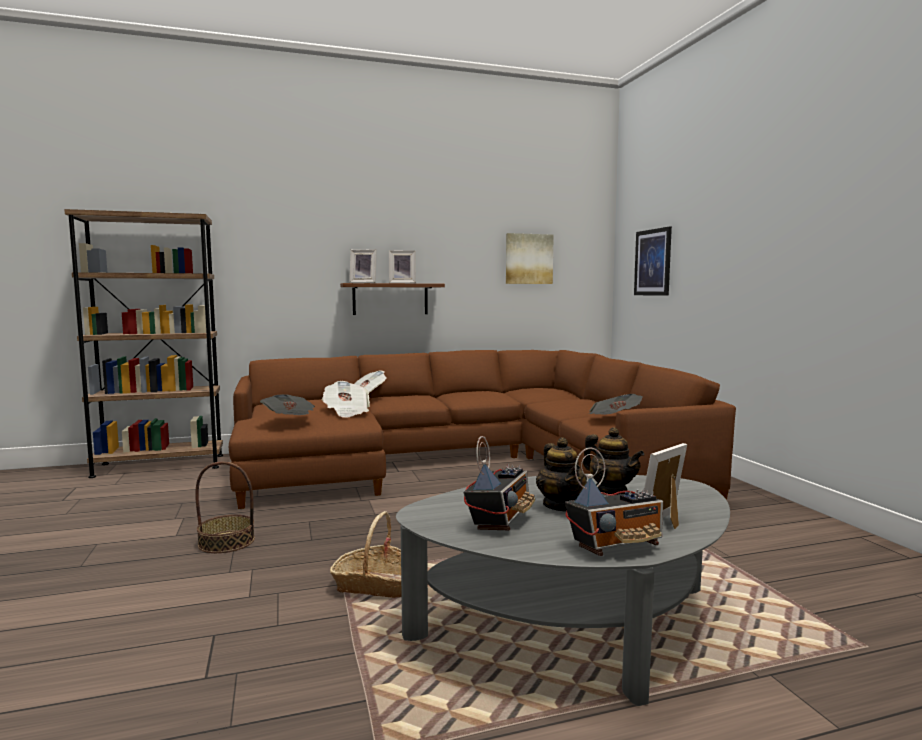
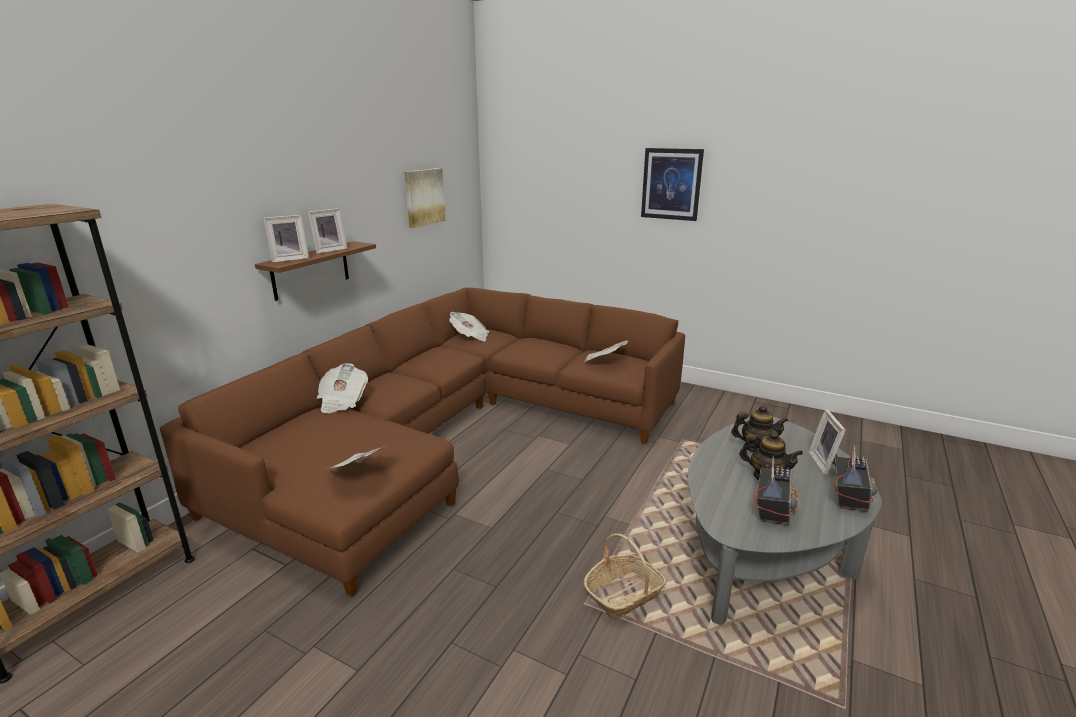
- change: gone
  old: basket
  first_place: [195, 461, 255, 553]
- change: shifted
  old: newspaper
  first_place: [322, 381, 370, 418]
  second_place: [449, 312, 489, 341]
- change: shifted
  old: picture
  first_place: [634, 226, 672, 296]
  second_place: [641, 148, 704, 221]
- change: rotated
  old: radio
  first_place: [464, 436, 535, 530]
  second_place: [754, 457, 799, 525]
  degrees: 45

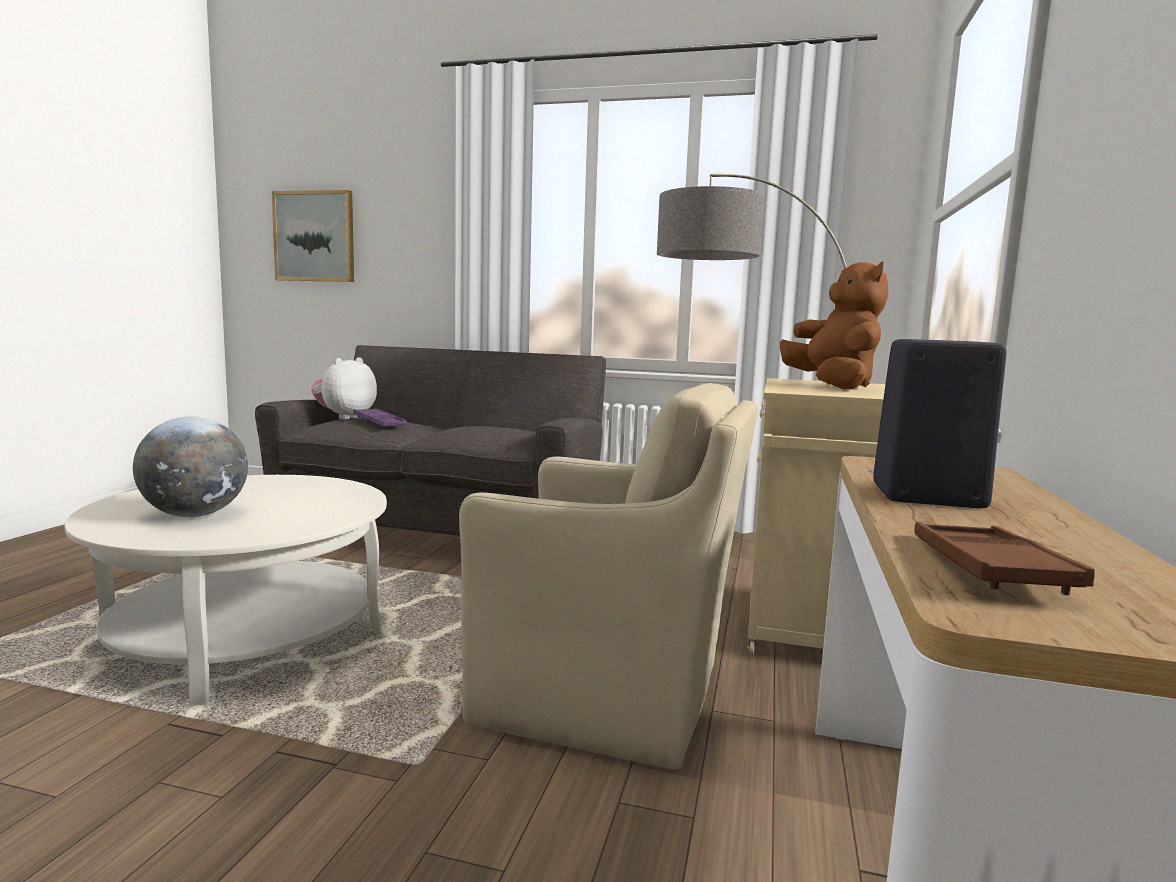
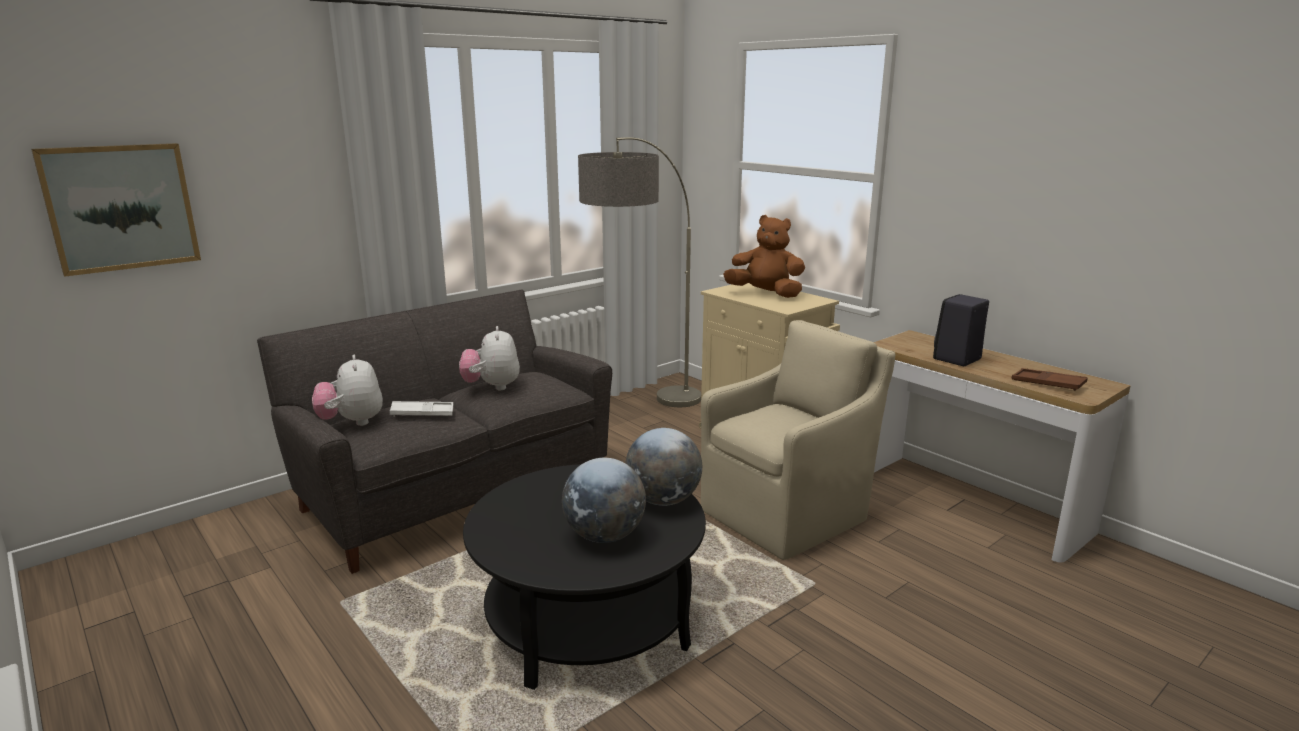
- change: new
  new: plush toy
  second_place: [459, 326, 520, 390]
- change: new
  new: globe
  second_place: [625, 428, 702, 506]
- change: repainted
  old: coffee table/white
  new: coffee table/black
  first_place: [65, 475, 387, 705]
  second_place: [463, 464, 706, 690]
- change: repainted
  old: tray/purple
  new: tray/white
  first_place: [353, 408, 407, 426]
  second_place: [390, 401, 453, 417]

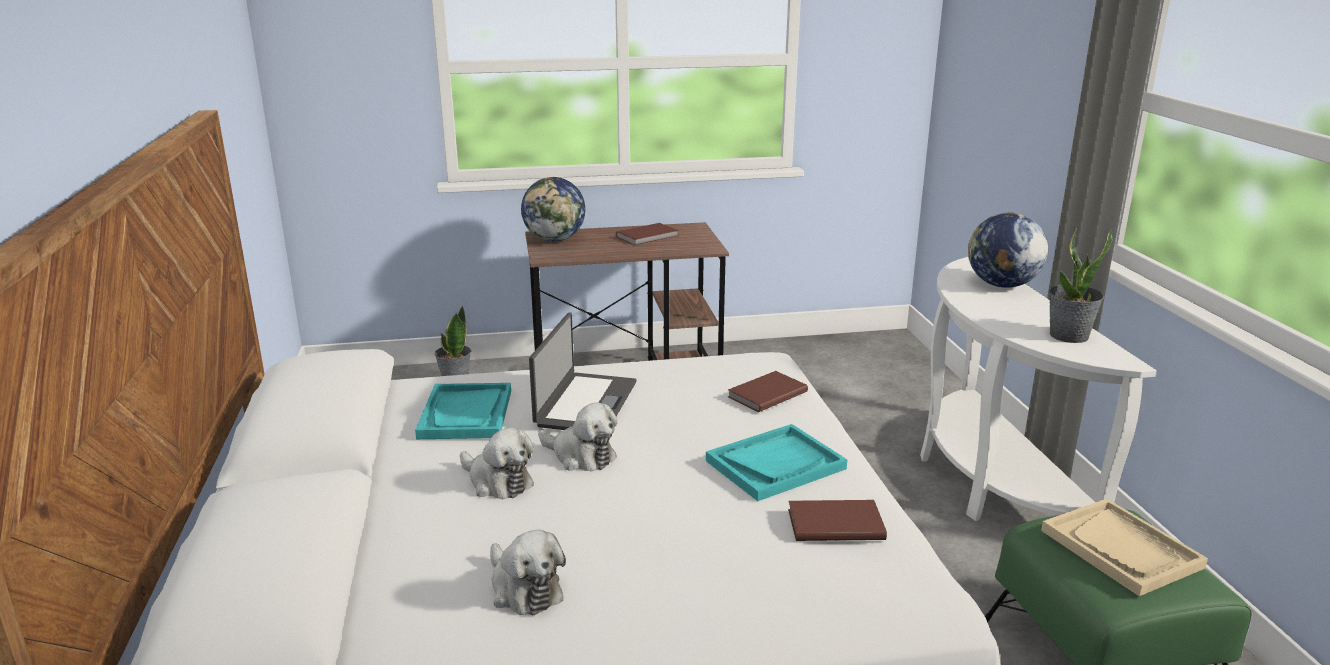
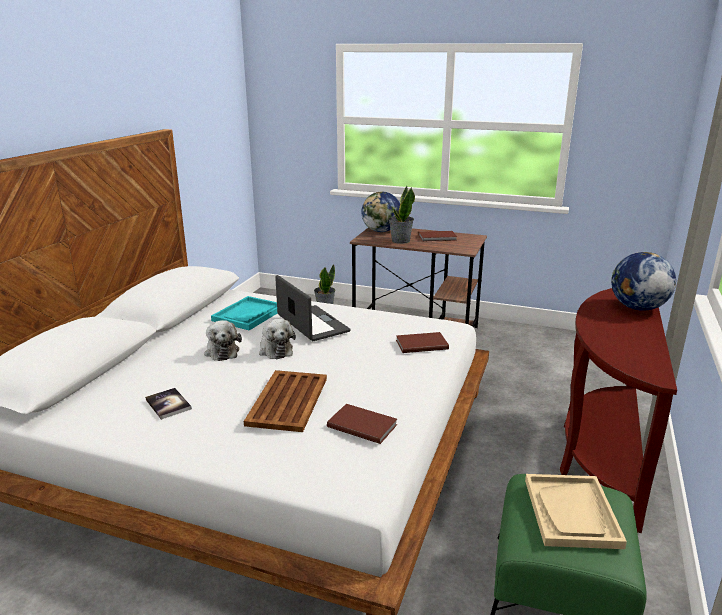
- change: gone
  old: tray/turquoise
  first_place: [706, 424, 847, 501]
- change: new
  new: tray/brown
  second_place: [244, 370, 327, 432]
- change: shifted
  old: potted plant
  first_place: [1049, 225, 1113, 343]
  second_place: [388, 186, 415, 244]
- change: swapped
  old: plush toy
  new: book
  first_place: [490, 530, 566, 616]
  second_place: [145, 388, 192, 420]
- change: repainted
  old: console table/white
  new: console table/brown
  first_place: [920, 257, 1156, 521]
  second_place: [560, 288, 677, 533]
- change: rotated
  old: laptop
  first_place: [529, 313, 637, 430]
  second_place: [275, 275, 351, 341]
  degrees: -75

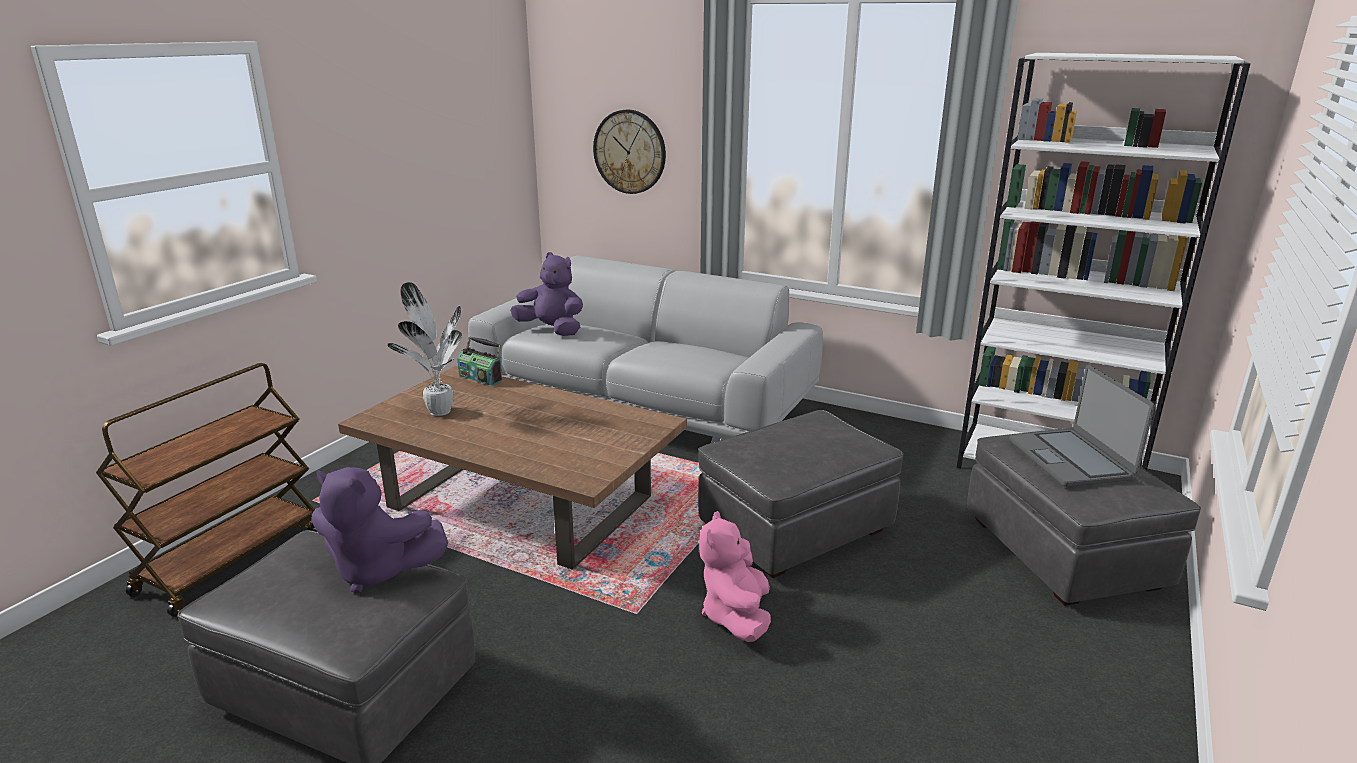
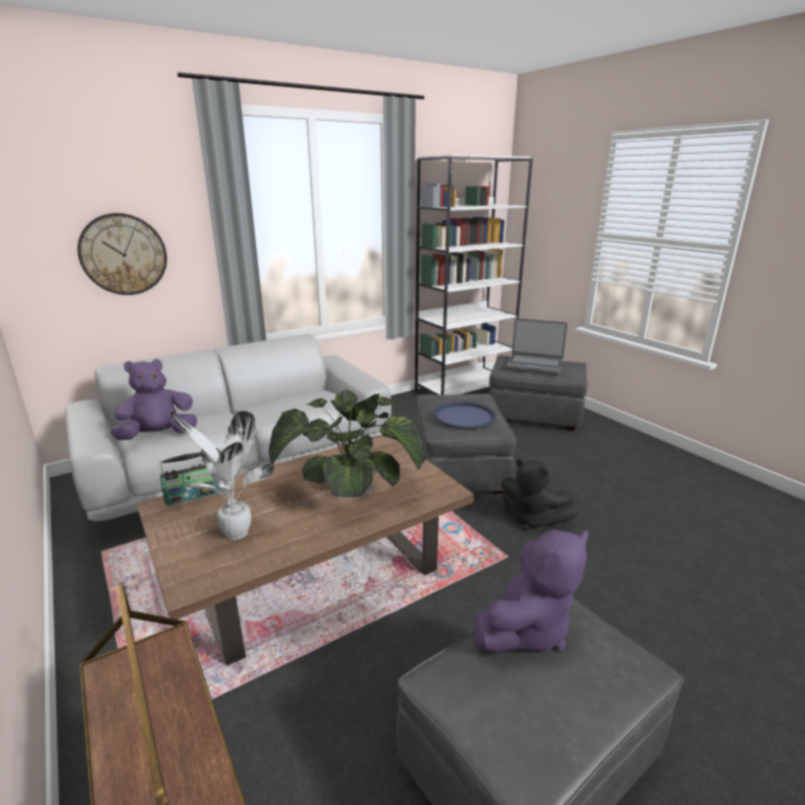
- change: new
  new: potted plant
  second_place: [269, 390, 426, 498]
- change: new
  new: tray/blue
  second_place: [434, 401, 496, 429]
- change: repainted
  old: plush toy/pink
  new: plush toy/black
  first_place: [699, 511, 771, 642]
  second_place: [501, 458, 579, 530]

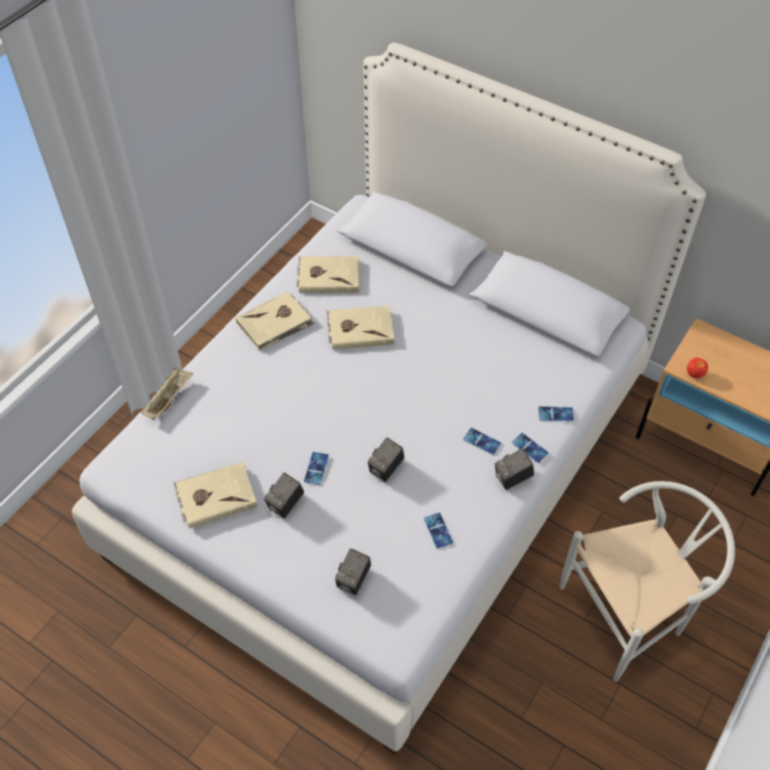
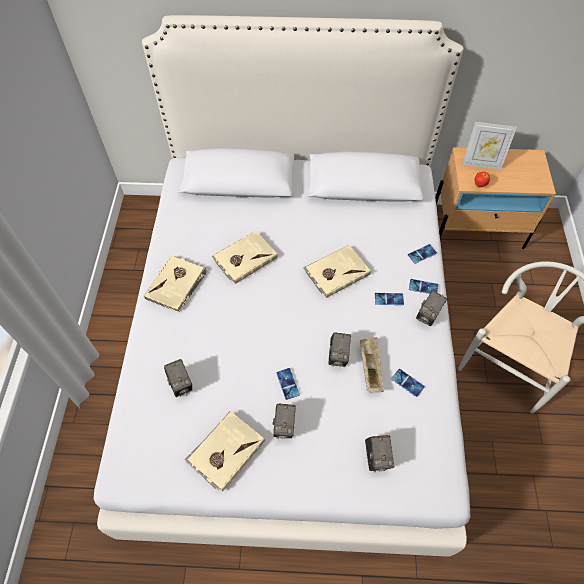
- change: new
  new: photo camera
  second_place: [164, 359, 192, 397]
- change: new
  new: picture frame
  second_place: [462, 122, 517, 170]
- change: shifted
  old: tray/beige
  first_place: [141, 367, 194, 420]
  second_place: [360, 337, 384, 392]
- change: shifted
  old: book/beige
  first_place: [297, 256, 360, 293]
  second_place: [303, 245, 371, 298]

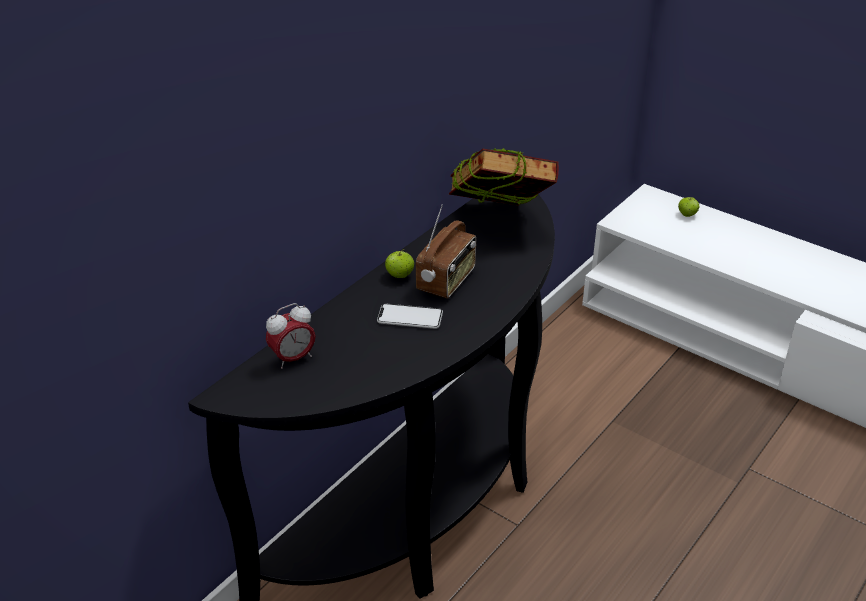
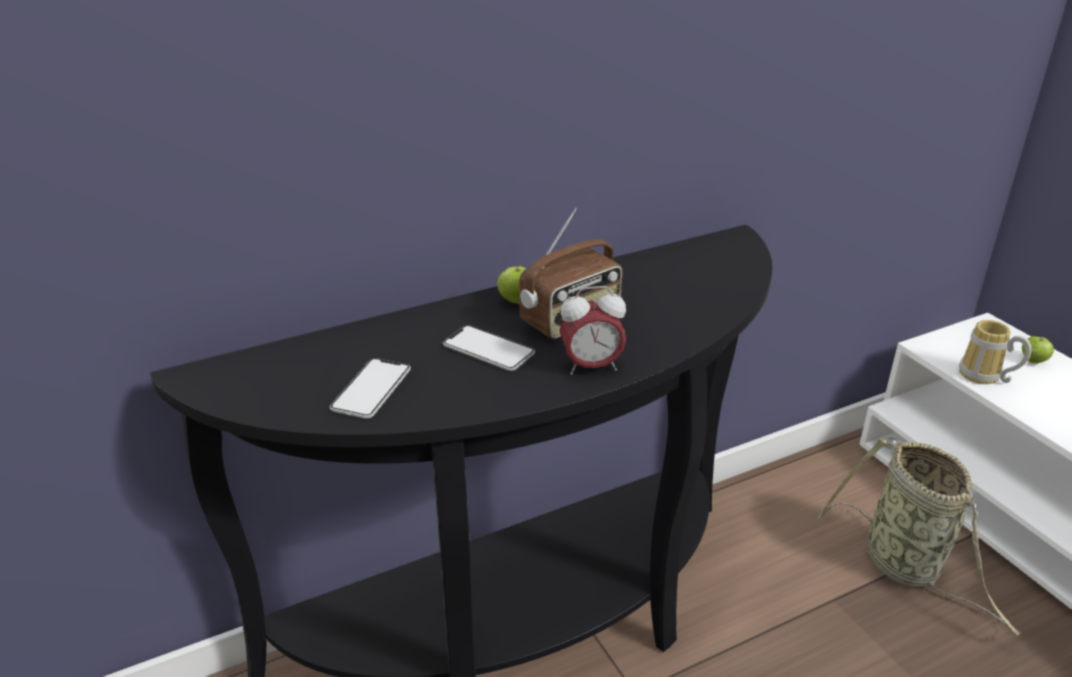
- change: gone
  old: book
  first_place: [449, 148, 559, 206]
- change: new
  new: phone
  second_place: [330, 358, 411, 419]
- change: new
  new: basket
  second_place: [817, 438, 1020, 636]
- change: new
  new: mug
  second_place: [959, 320, 1031, 384]
- change: shifted
  old: alarm clock
  first_place: [266, 303, 316, 369]
  second_place: [560, 286, 626, 375]

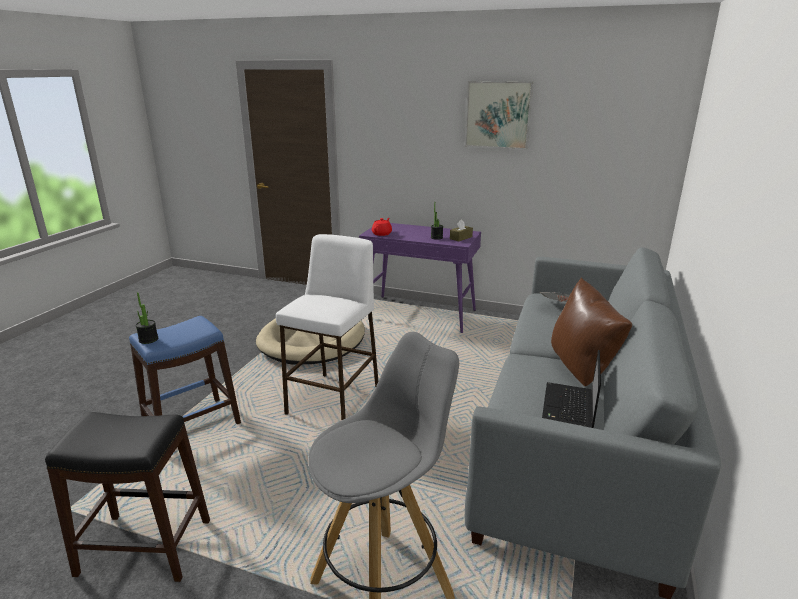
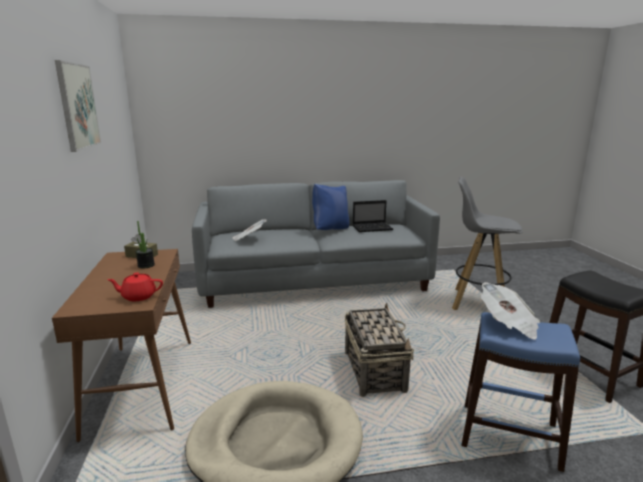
- change: gone
  old: potted plant
  first_place: [136, 292, 158, 344]
- change: new
  new: newspaper
  second_place: [481, 282, 540, 340]
- change: swapped
  old: stool/white
  new: basket
  first_place: [276, 234, 378, 421]
  second_place: [345, 303, 414, 397]
- change: repainted
  old: console table/purple
  new: console table/brown
  first_place: [359, 223, 481, 333]
  second_place: [52, 249, 191, 442]
- change: repainted
  old: pillow/brown
  new: pillow/blue
  first_place: [551, 277, 632, 386]
  second_place: [312, 184, 349, 230]

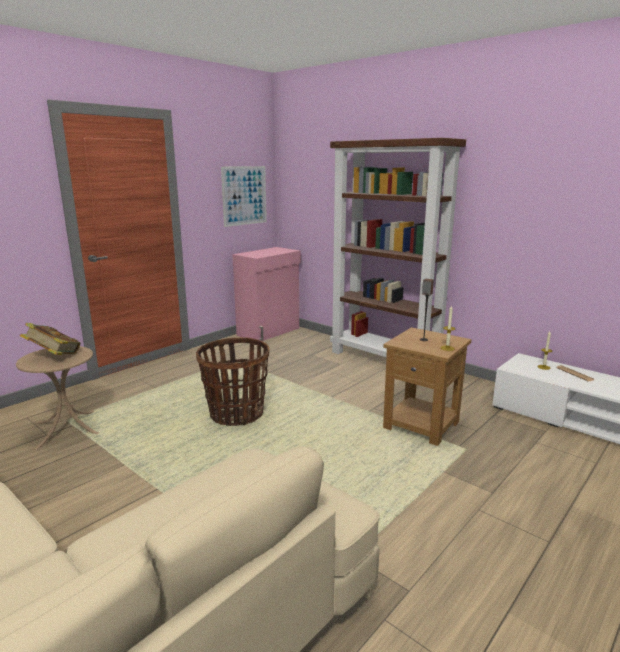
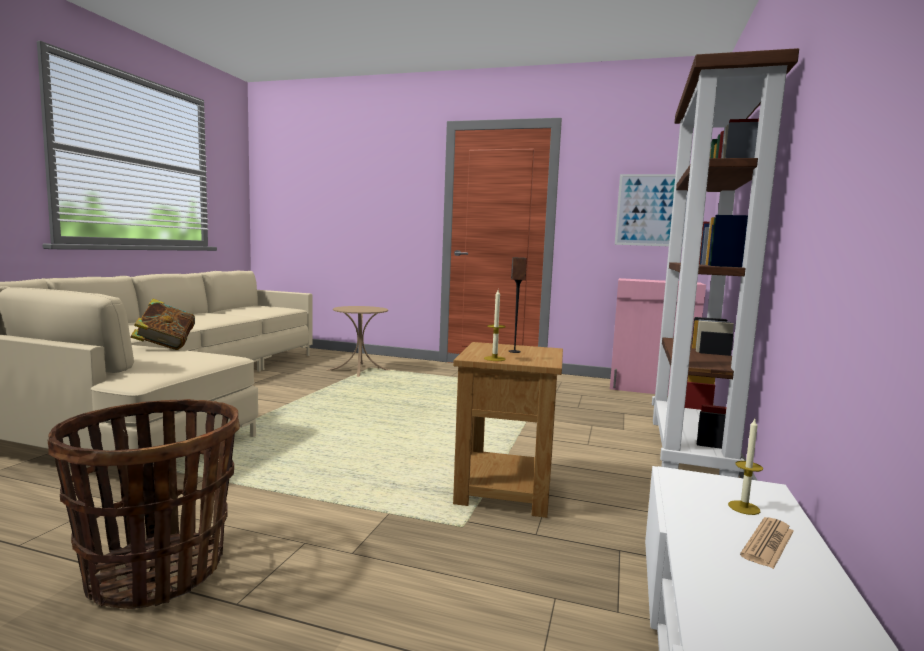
- change: shifted
  old: book
  first_place: [20, 323, 80, 355]
  second_place: [131, 299, 195, 350]
- change: shifted
  old: basket
  first_place: [196, 337, 269, 426]
  second_place: [47, 399, 240, 609]

